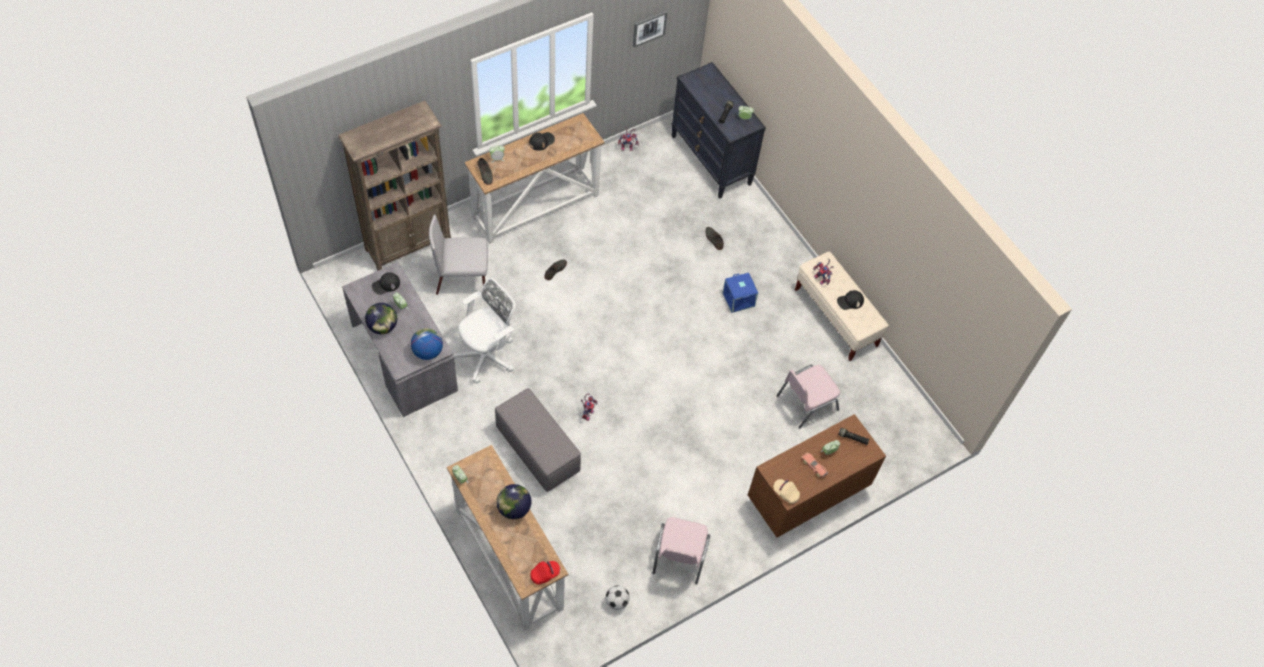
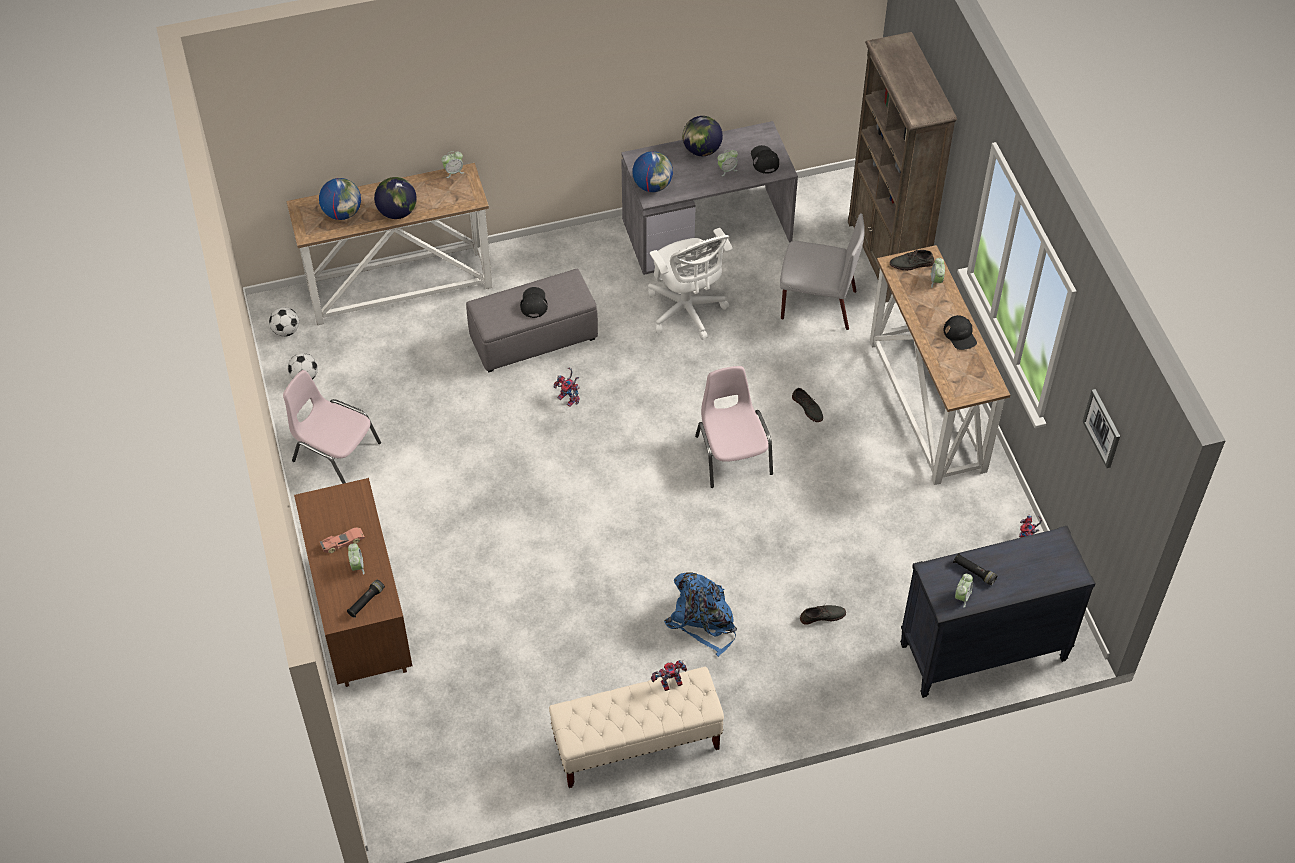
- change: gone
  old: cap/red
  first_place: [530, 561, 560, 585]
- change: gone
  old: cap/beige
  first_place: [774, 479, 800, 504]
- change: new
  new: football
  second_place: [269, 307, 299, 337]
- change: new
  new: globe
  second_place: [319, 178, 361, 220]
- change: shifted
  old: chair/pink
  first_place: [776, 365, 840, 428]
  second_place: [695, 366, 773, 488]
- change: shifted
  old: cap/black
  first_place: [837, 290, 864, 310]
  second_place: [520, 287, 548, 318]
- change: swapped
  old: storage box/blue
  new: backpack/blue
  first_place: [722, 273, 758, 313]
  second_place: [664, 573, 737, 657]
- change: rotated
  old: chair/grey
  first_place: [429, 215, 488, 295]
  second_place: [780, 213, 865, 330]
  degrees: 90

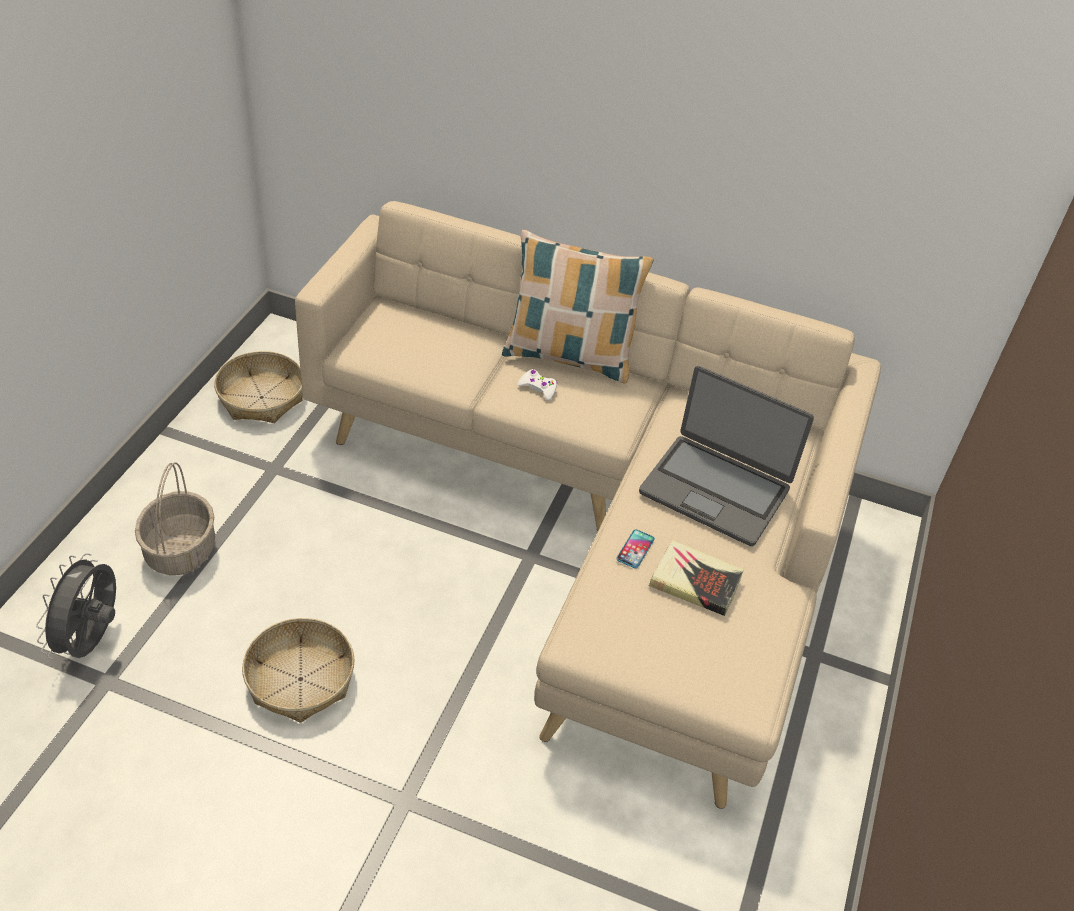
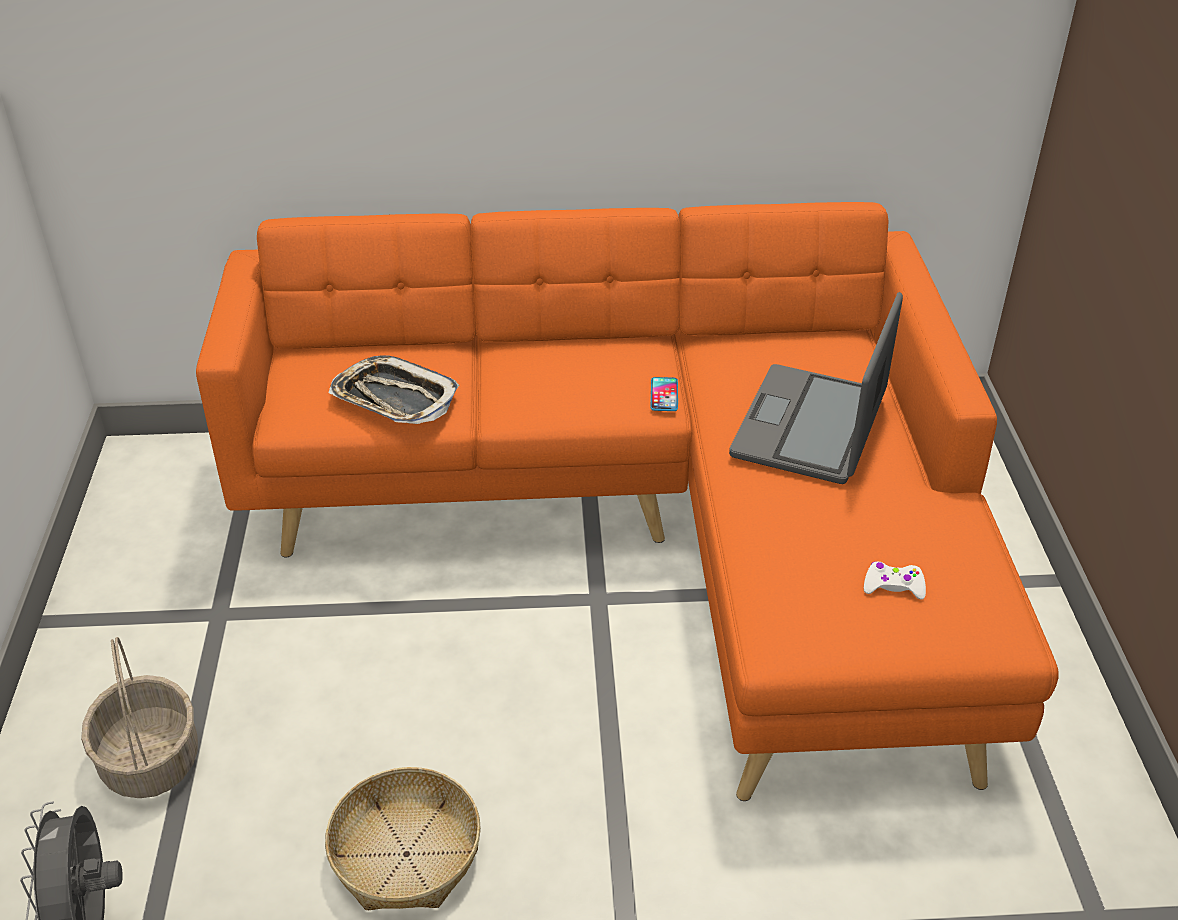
- change: gone
  old: basket
  first_place: [214, 351, 303, 423]
- change: gone
  old: pillow
  first_place: [502, 230, 654, 384]
- change: gone
  old: book
  first_place: [649, 540, 744, 616]
- change: new
  new: tray
  second_place: [329, 355, 459, 424]
- change: shifted
  old: game controller/white
  first_place: [518, 369, 557, 400]
  second_place: [864, 561, 926, 599]
- change: shifted
  old: phone
  first_place: [616, 529, 655, 568]
  second_place: [650, 377, 678, 411]
- change: repainted
  old: sofa/beige
  new: sofa/orange
  first_place: [295, 201, 881, 809]
  second_place: [196, 202, 1059, 801]
- change: rotated
  old: laptop
  first_place: [639, 366, 814, 546]
  second_place: [729, 292, 903, 484]
  degrees: 105

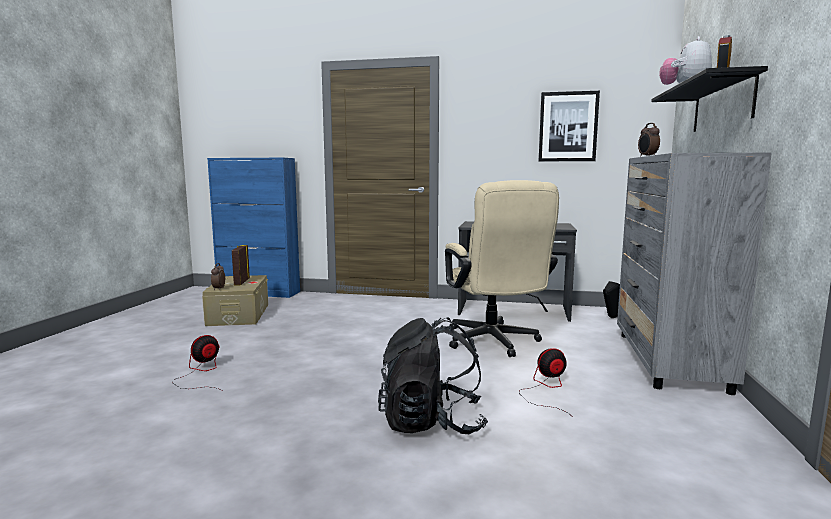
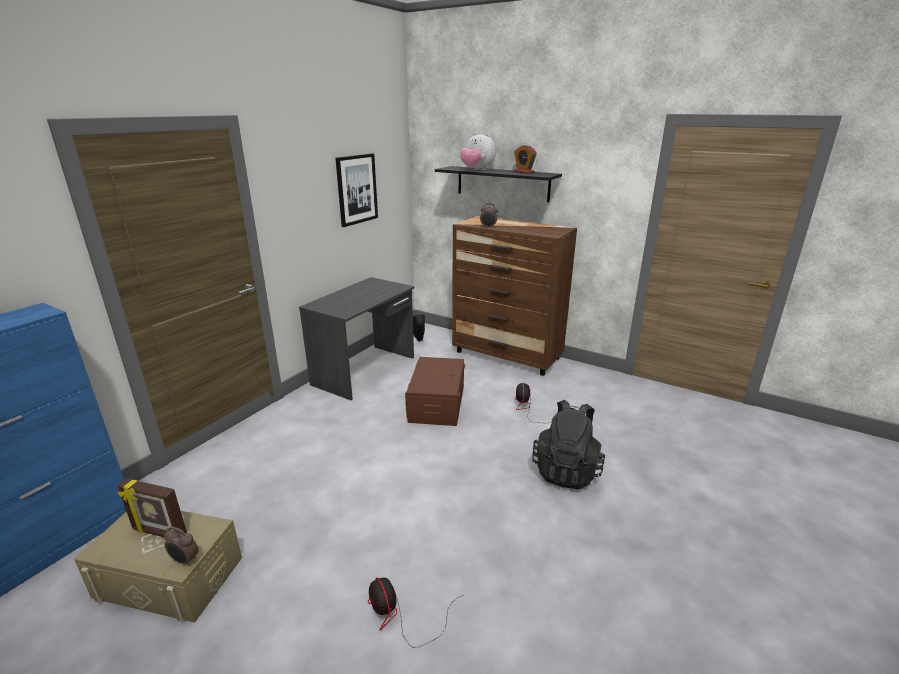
- change: swapped
  old: office chair/beige
  new: storage box/brown
  first_place: [445, 180, 559, 357]
  second_place: [405, 357, 465, 426]
- change: repainted
  old: dresser/grey
  new: dresser/brown
  first_place: [617, 152, 772, 395]
  second_place: [452, 216, 577, 376]

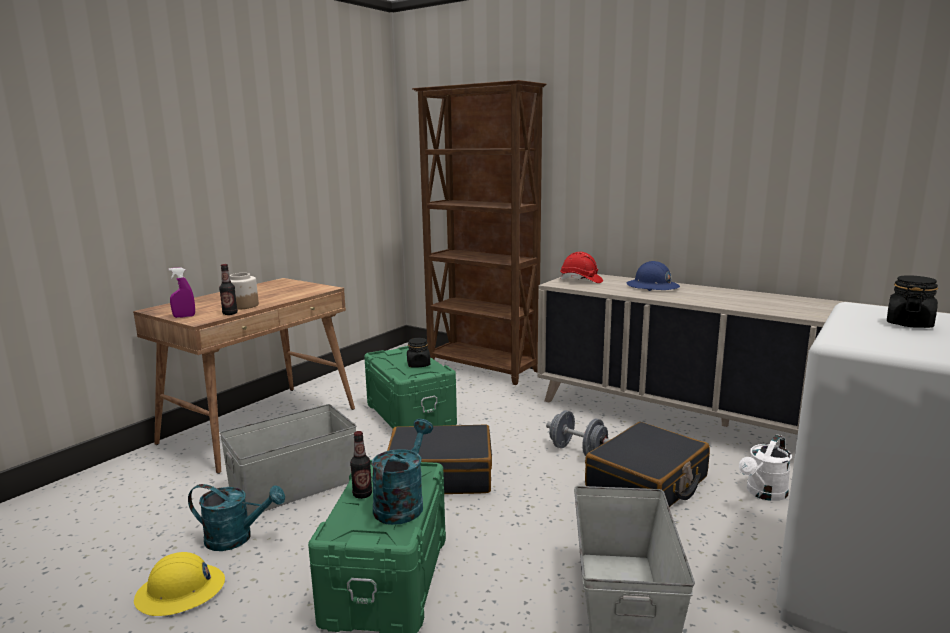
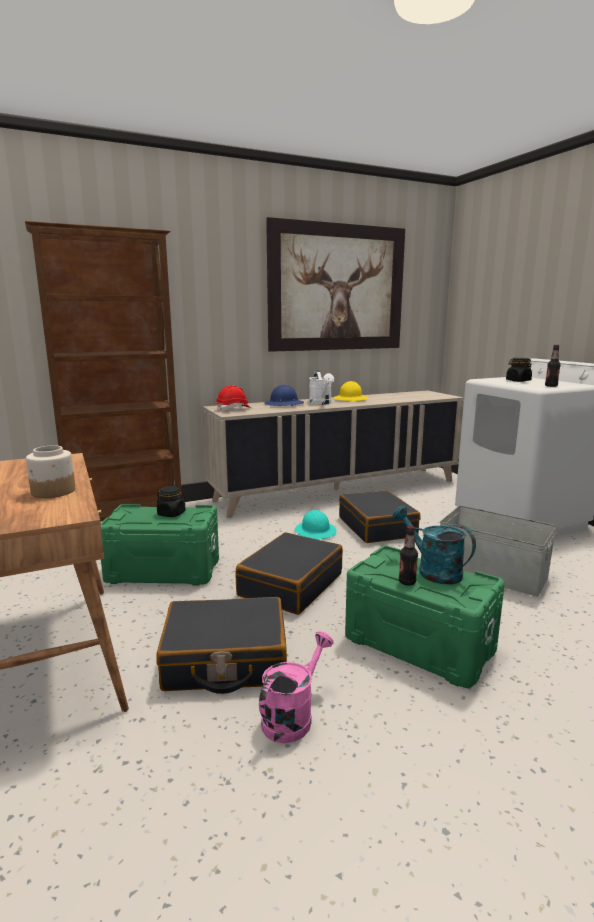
- change: gone
  old: spray bottle/purple
  first_place: [168, 267, 195, 318]
- change: new
  new: picture
  second_place: [266, 217, 405, 352]
- change: shifted
  old: hard hat/yellow
  first_place: [134, 552, 225, 616]
  second_place: [334, 381, 368, 401]
- change: shifted
  old: bottle
  first_place: [219, 264, 238, 315]
  second_place: [545, 345, 561, 387]
- change: shifted
  old: watering can/white
  first_place: [739, 435, 792, 501]
  second_place: [309, 370, 334, 405]
- change: swapped
  old: storage box/grey
  new: suitcase/black
  first_place: [220, 404, 356, 516]
  second_place: [156, 597, 287, 694]
- change: swapped
  old: dumbbell/grey
  new: hard hat/turquoise
  first_place: [546, 410, 610, 456]
  second_place: [295, 510, 337, 539]
- change: repainted
  old: watering can/turquoise
  new: watering can/pink
  first_place: [188, 484, 285, 551]
  second_place: [259, 631, 334, 743]

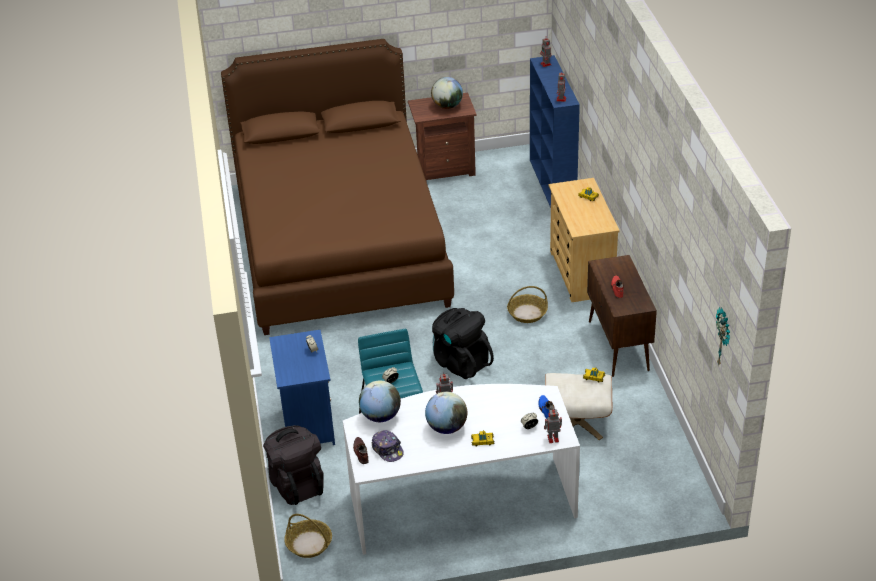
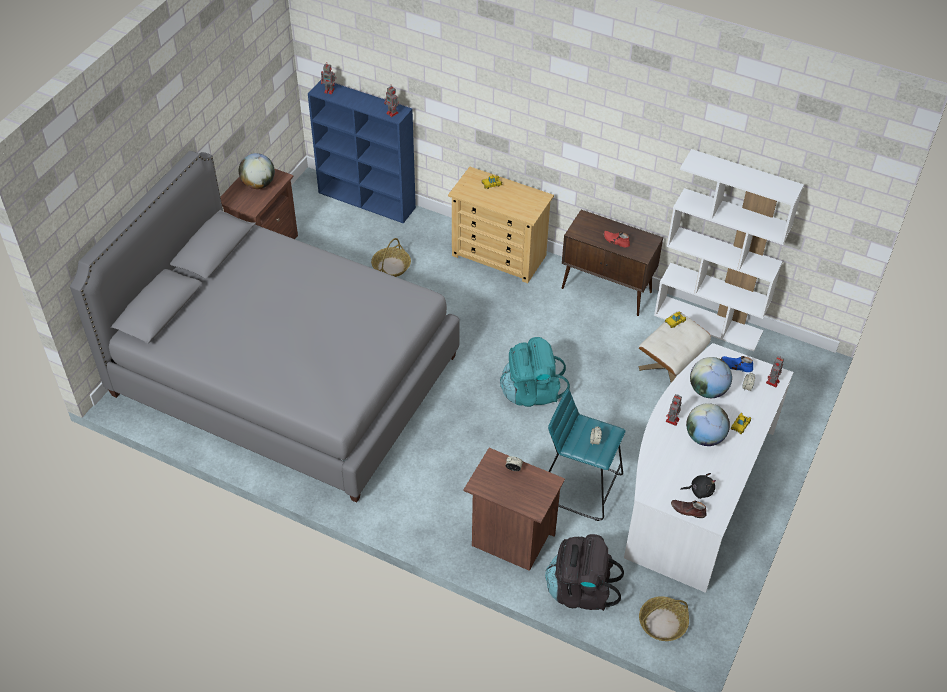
- change: gone
  old: wall clock
  first_place: [716, 307, 730, 366]
- change: new
  new: bookcase/white
  second_place: [654, 149, 804, 351]
- change: shifted
  old: globe
  first_place: [359, 381, 401, 422]
  second_place: [690, 357, 732, 398]
- change: shifted
  old: basket
  first_place: [507, 286, 548, 323]
  second_place: [371, 238, 411, 277]
- change: swapped
  old: cap
  new: plush toy/black
  first_place: [372, 430, 404, 462]
  second_place: [680, 473, 716, 499]
- change: repainted
  old: bed/brown
  new: bed/grey
  first_place: [221, 39, 454, 335]
  second_place: [70, 151, 460, 503]
- change: repainted
  old: nightstand/blue
  new: nightstand/brown
  first_place: [269, 330, 335, 445]
  second_place: [463, 448, 565, 571]
- change: repainted
  old: backpack/black
  new: backpack/turquoise
  first_place: [432, 308, 494, 379]
  second_place: [500, 337, 570, 407]

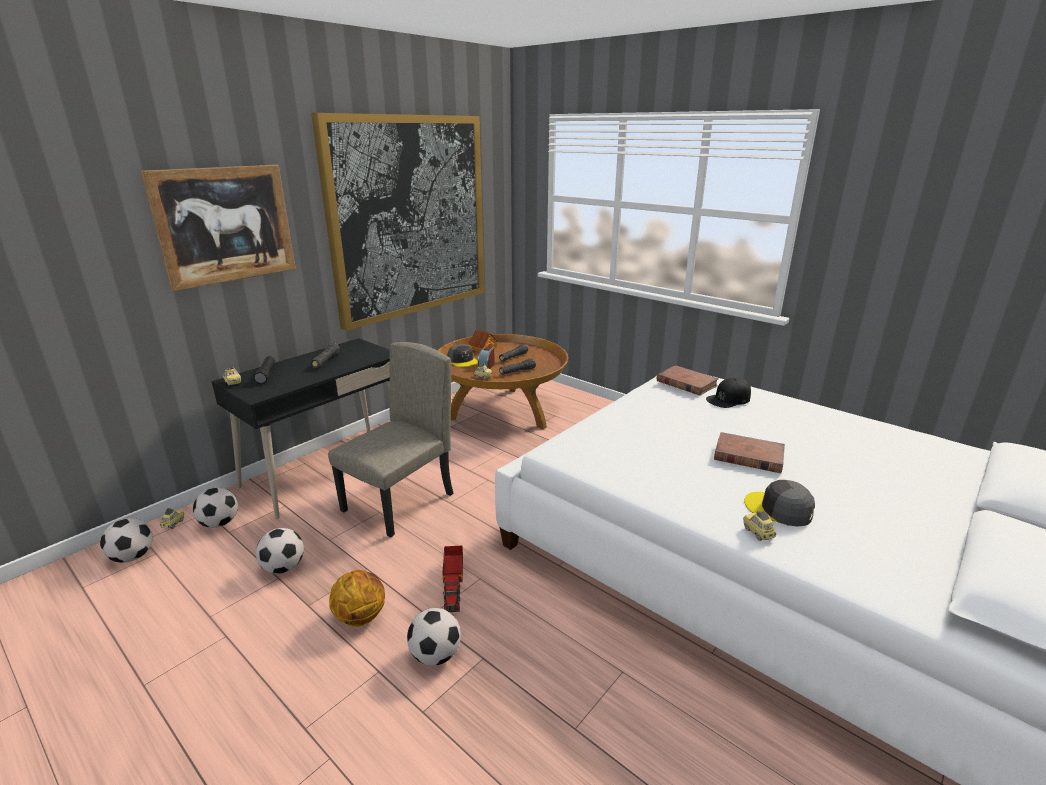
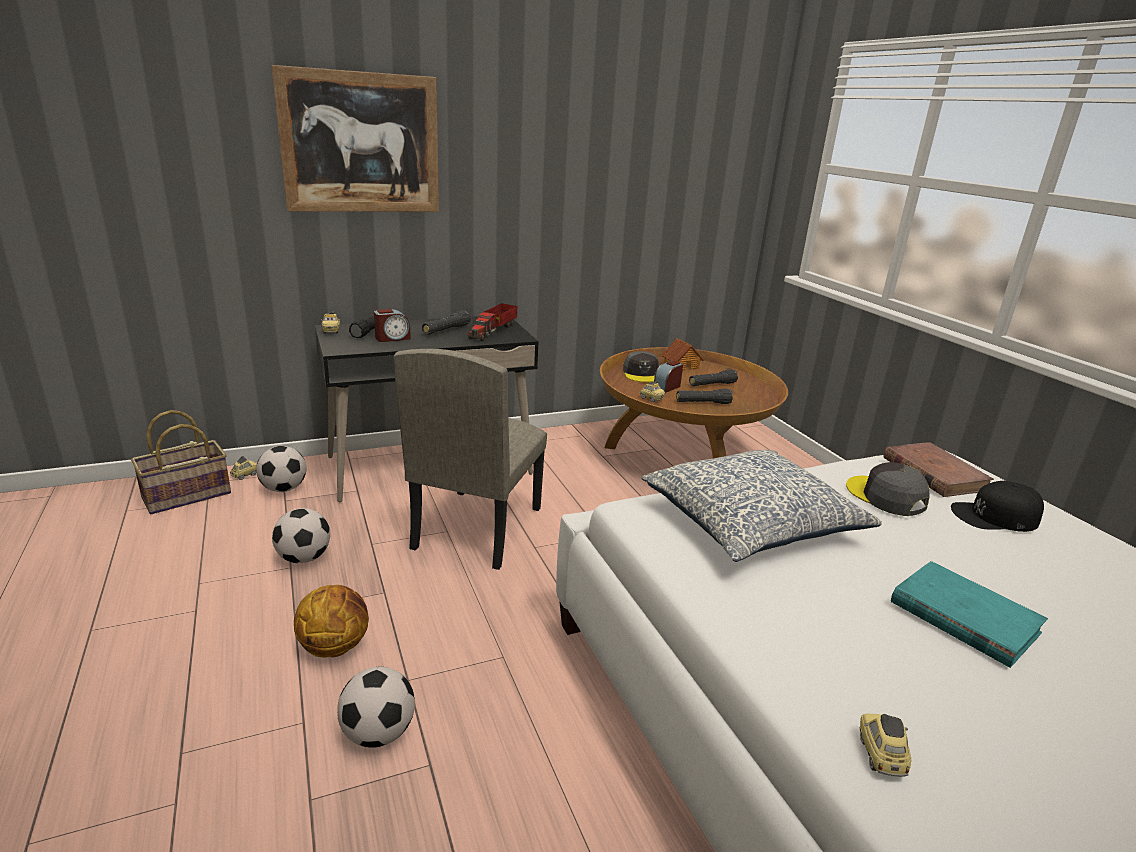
- change: gone
  old: picture
  first_place: [311, 113, 484, 331]
- change: new
  new: alarm clock
  second_place: [374, 309, 411, 342]
- change: new
  new: pillow
  second_place: [642, 450, 882, 562]
- change: shifted
  old: toy truck
  first_place: [442, 545, 463, 612]
  second_place: [468, 303, 517, 341]
- change: shifted
  old: cap/grey
  first_place: [744, 480, 815, 527]
  second_place: [846, 462, 930, 516]
- change: swapped
  old: football
  new: basket
  first_place: [100, 518, 153, 563]
  second_place: [131, 410, 231, 514]
- change: repainted
  old: book/brown
  new: book/turquoise
  first_place: [714, 432, 785, 473]
  second_place: [891, 561, 1048, 668]
- change: rotated
  old: chair/beige
  first_place: [328, 342, 454, 537]
  second_place: [394, 349, 547, 570]
  degrees: 135

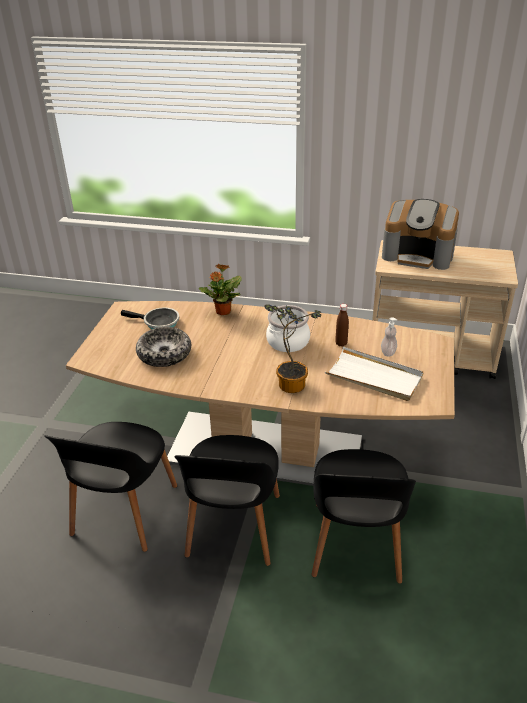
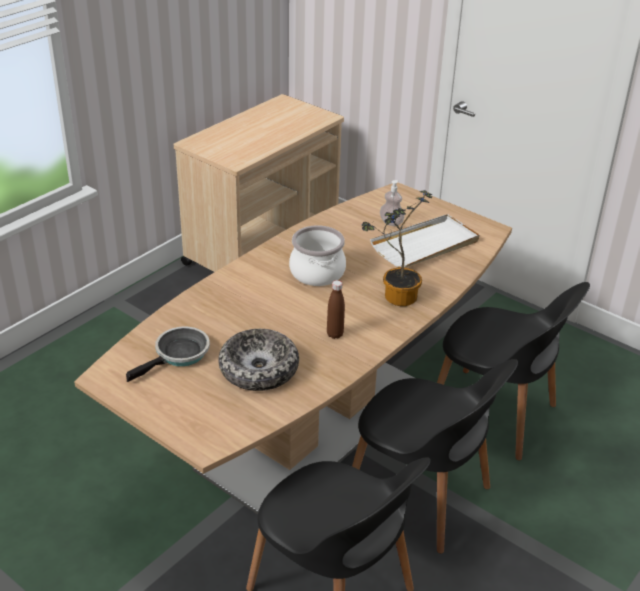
- change: gone
  old: potted plant
  first_place: [199, 263, 242, 315]
- change: gone
  old: coffee machine
  first_place: [382, 199, 459, 270]
- change: shifted
  old: bottle/brown
  first_place: [335, 304, 349, 346]
  second_place: [327, 280, 345, 339]

